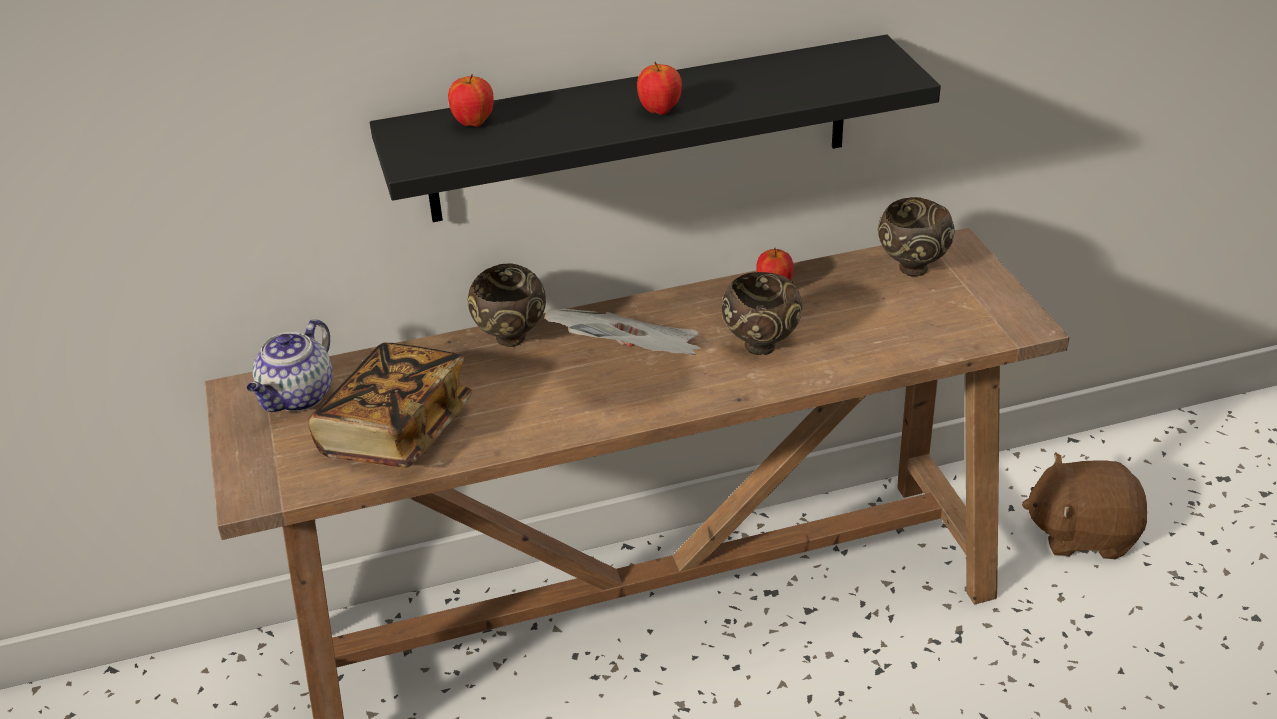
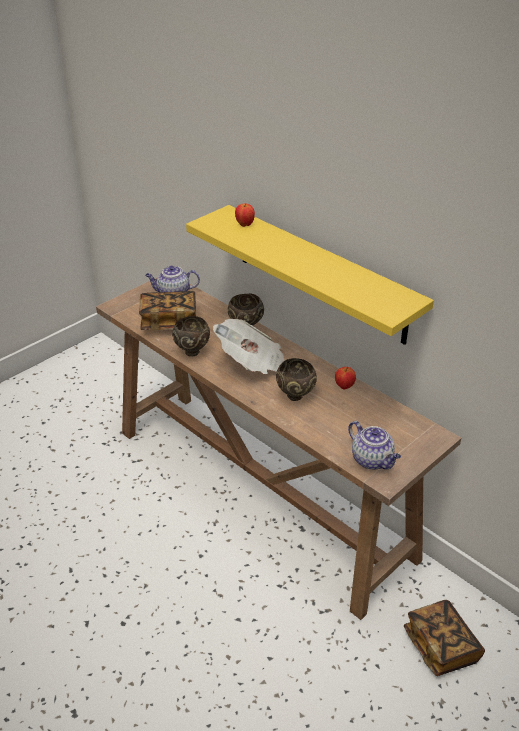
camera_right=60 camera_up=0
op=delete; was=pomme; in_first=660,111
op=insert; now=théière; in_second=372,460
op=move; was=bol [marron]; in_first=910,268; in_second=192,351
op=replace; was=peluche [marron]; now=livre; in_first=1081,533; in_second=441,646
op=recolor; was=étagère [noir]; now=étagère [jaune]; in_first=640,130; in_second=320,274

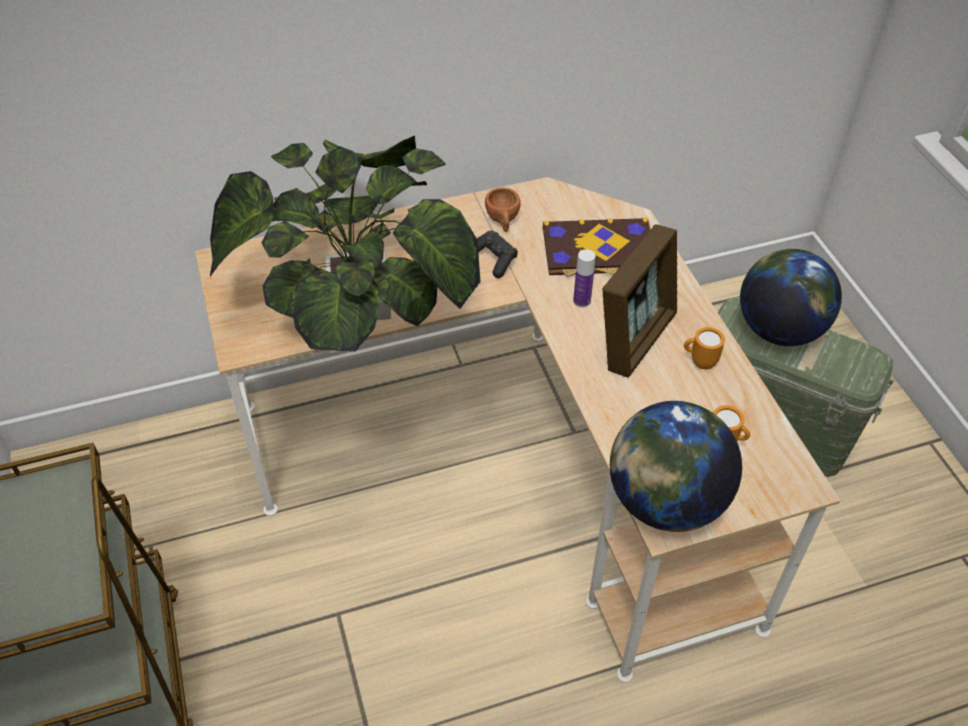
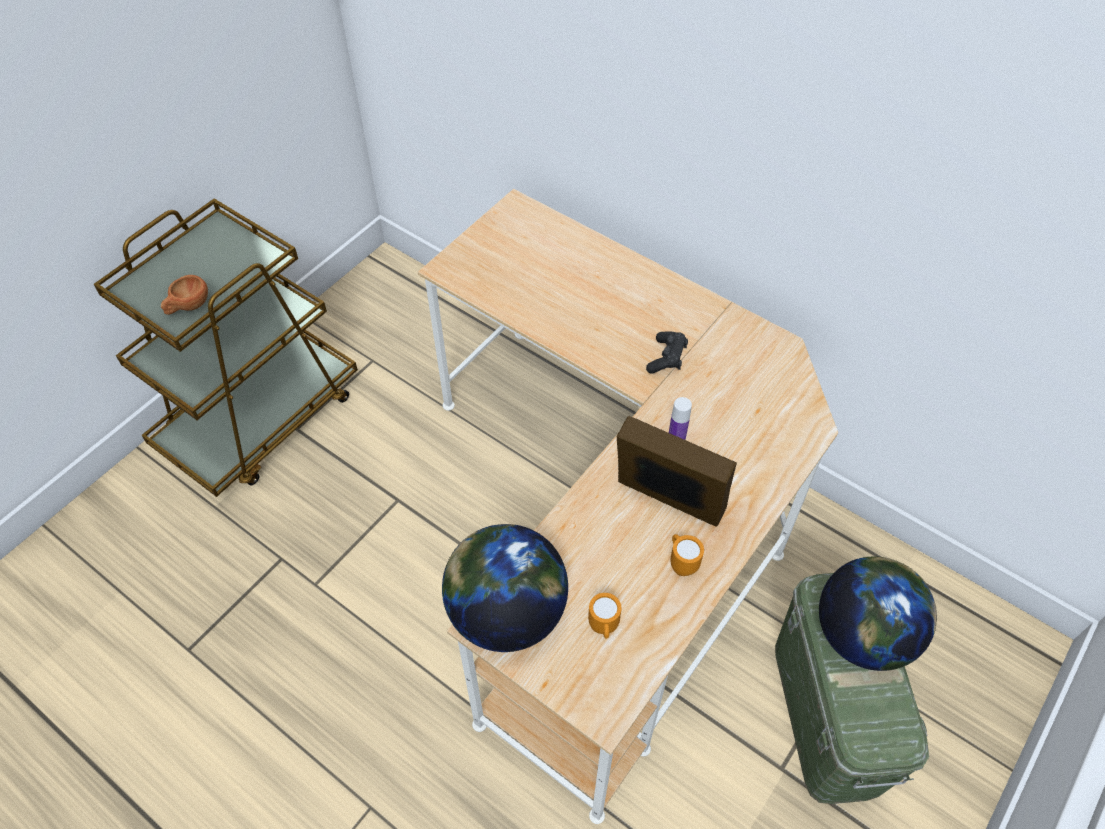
camera_right=55 camera_up=5
op=delete; was=plante en pot; in_first=359,300
op=delete; was=livre; in_first=598,251
op=move; was=tasse [marron]; in_first=503,221; in_second=188,306
op=rotate; was=cadre photo; in_first=635,338; in_second=667,502; clockwise=-150

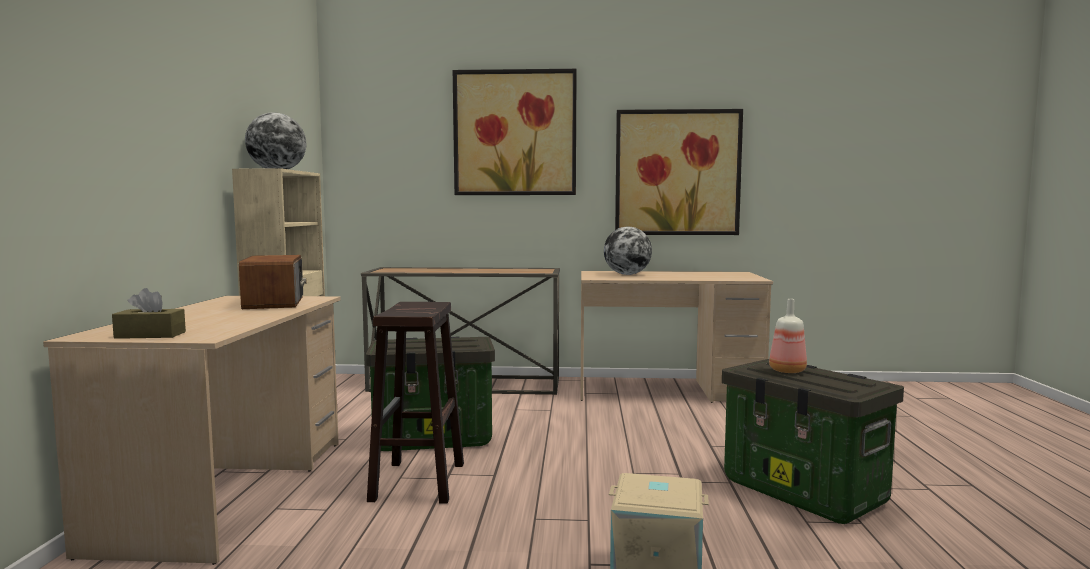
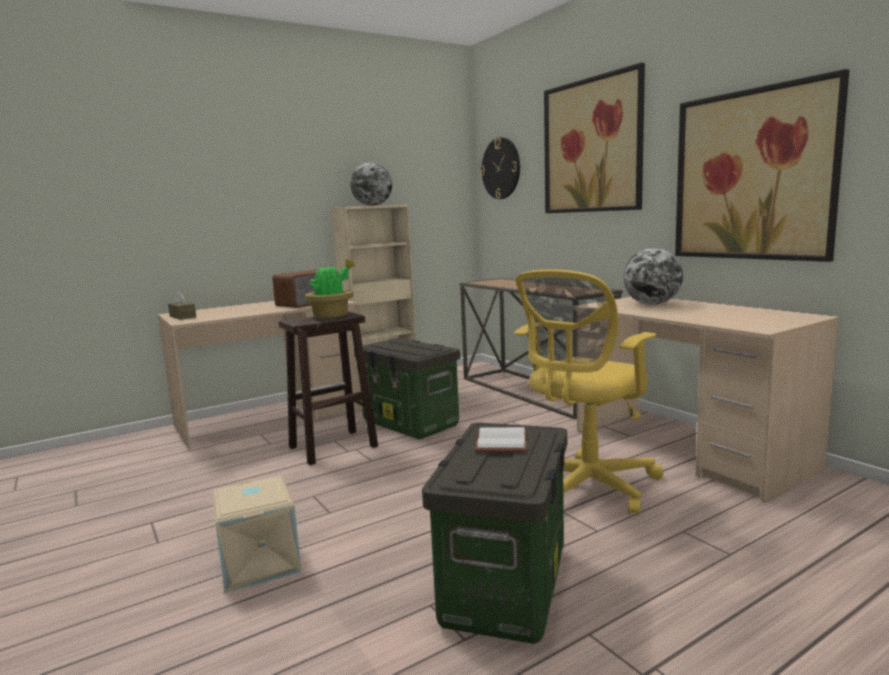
camera_right=55 camera_up=5
op=insert; now=plante en pot; in_second=332,316
op=insert; now=horloge murale; in_second=501,168
op=insert; now=chaise de bureau [jaune]; in_second=586,489
op=replace; was=bouteille; now=livre [blanc]; in_first=786,371; in_second=499,442

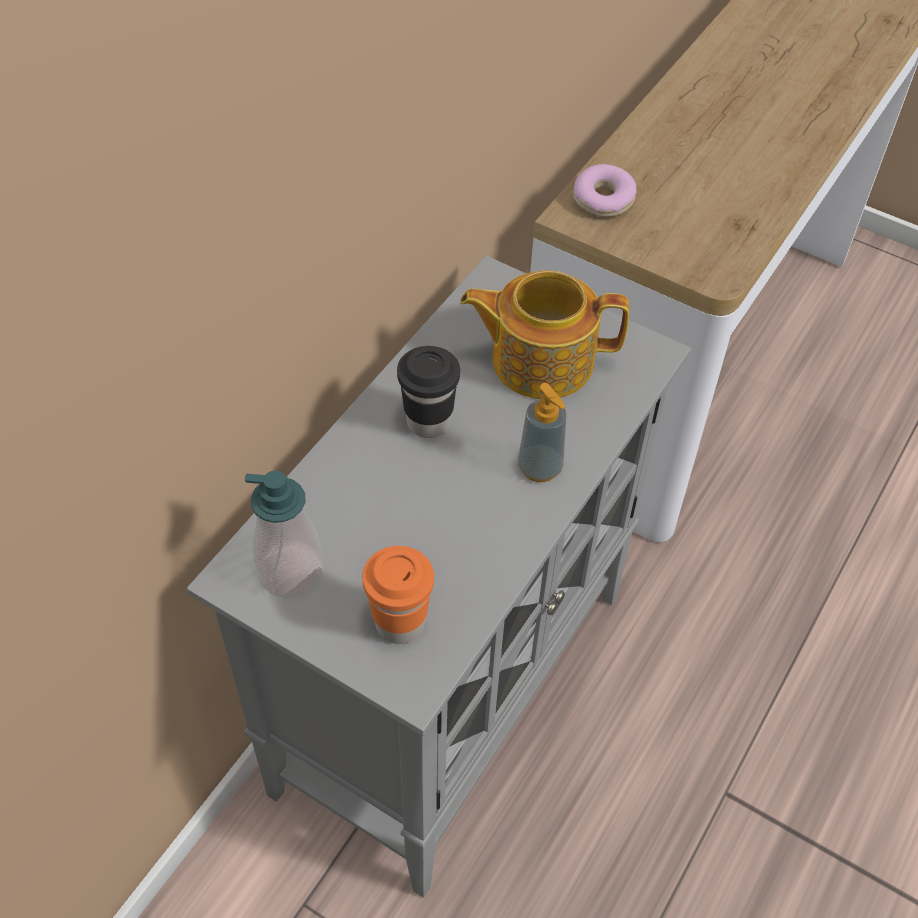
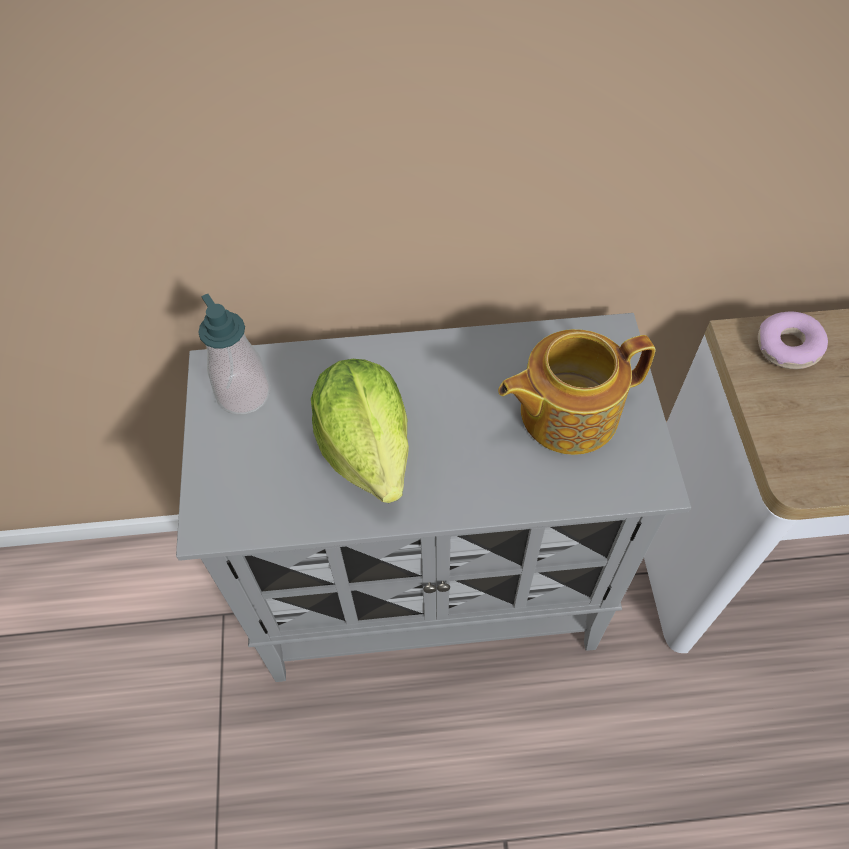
camera_right=55 camera_up=5
op=delete; was=tasse [orange]; in_first=400,623
op=delete; was=tasse [noir]; in_first=428,422
op=delete; was=distributeur de savon; in_first=540,468
op=insert; now=laitue; in_second=367,448
op=rotate; was=théière; in_first=540,360; in_second=566,412; clockwise=-75

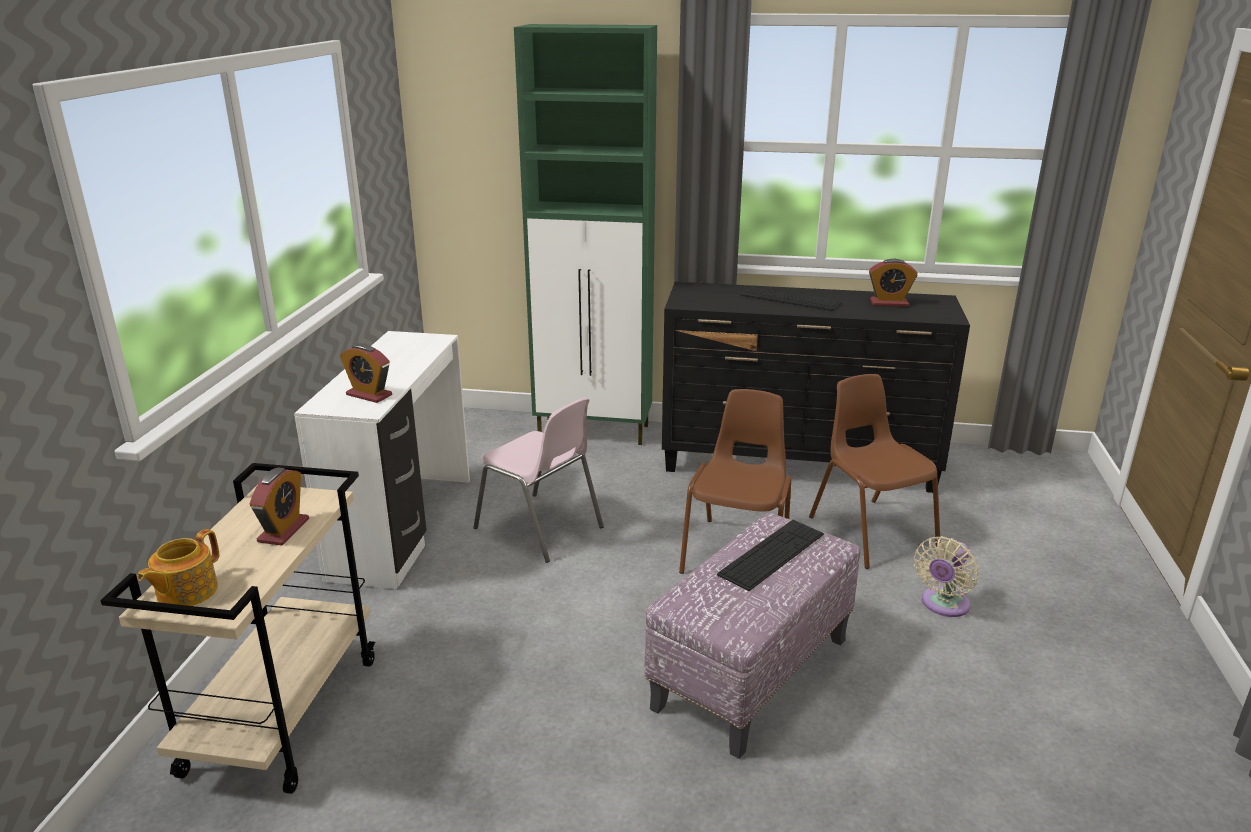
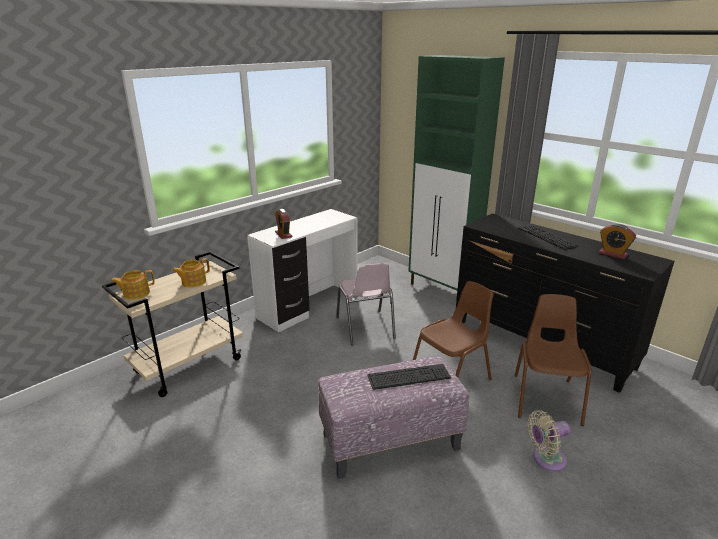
camera_right=35 camera_up=0
op=replace; was=réveil; now=théière; in_first=283,530; in_second=193,282

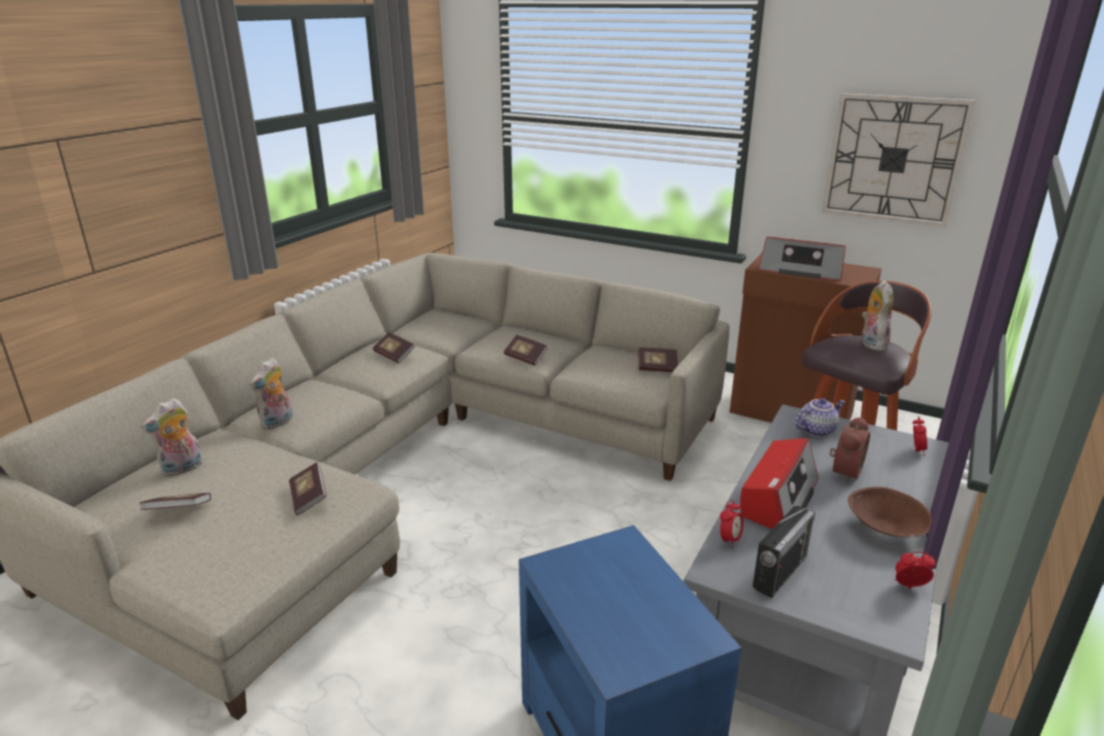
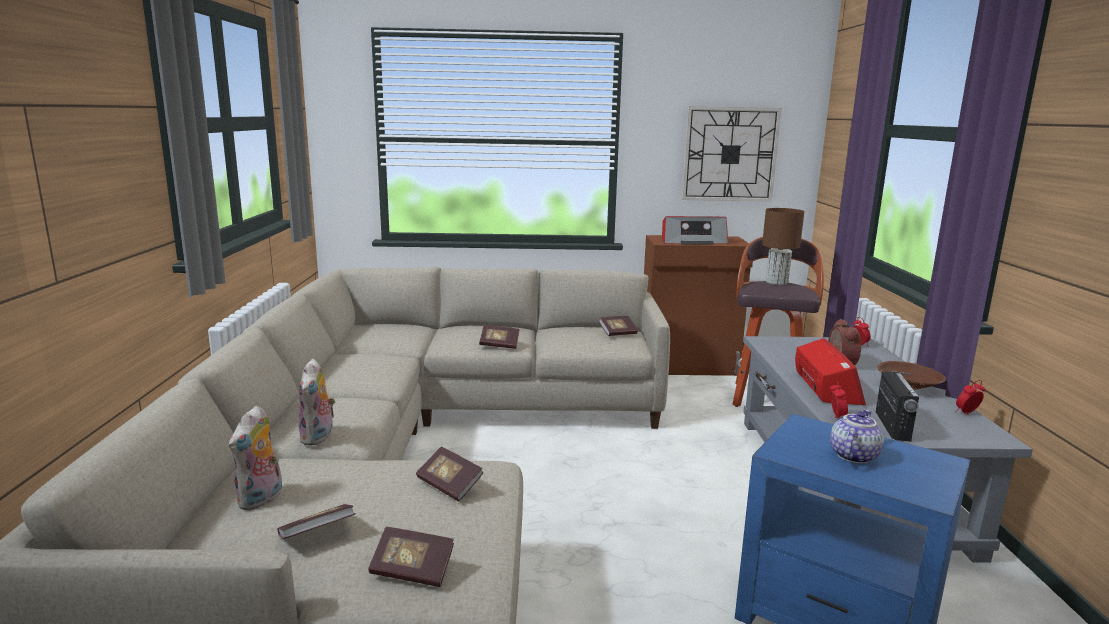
camera_right=-30 camera_up=-10
op=move; was=livre; in_first=394,355; in_second=412,570
op=move; was=théière; in_first=816,430; in_second=852,455
op=replace; was=peluche; now=lampe de table [marron]; in_first=871,343; in_second=777,282

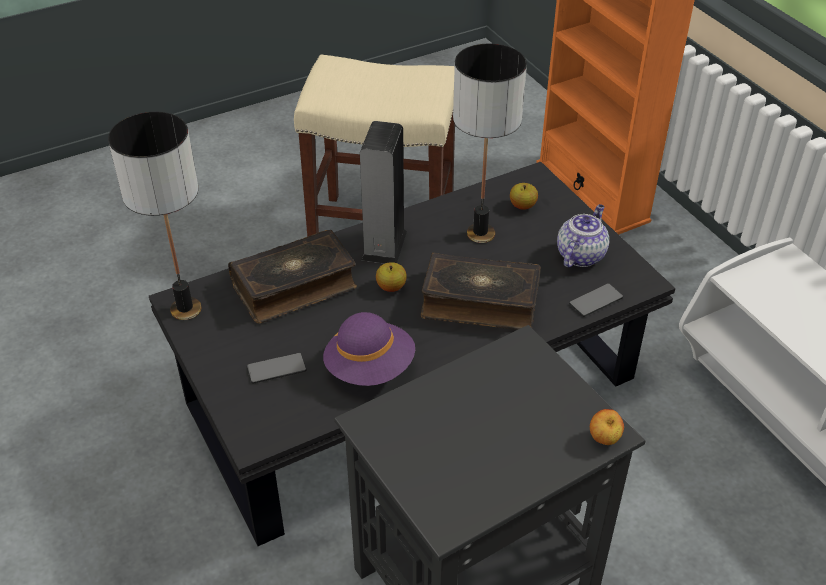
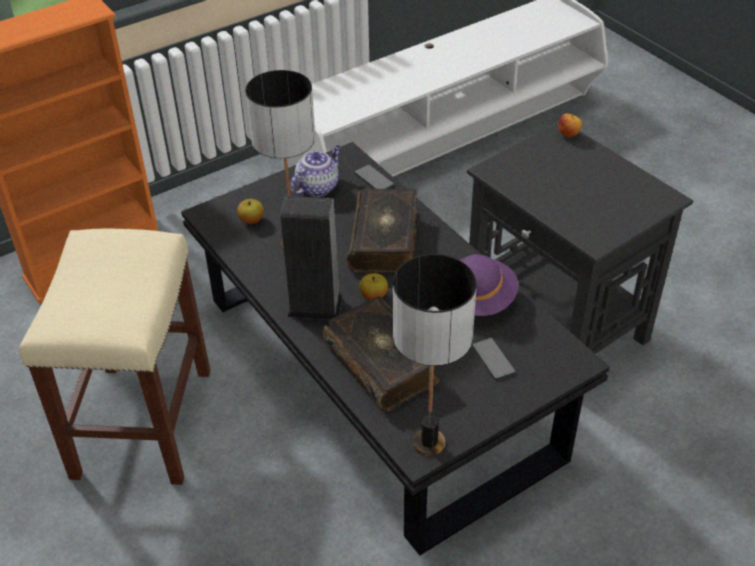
camera_right=-95 camera_up=0
op=rotate; was=théière; in_first=580,255; in_second=317,187; clockwise=105

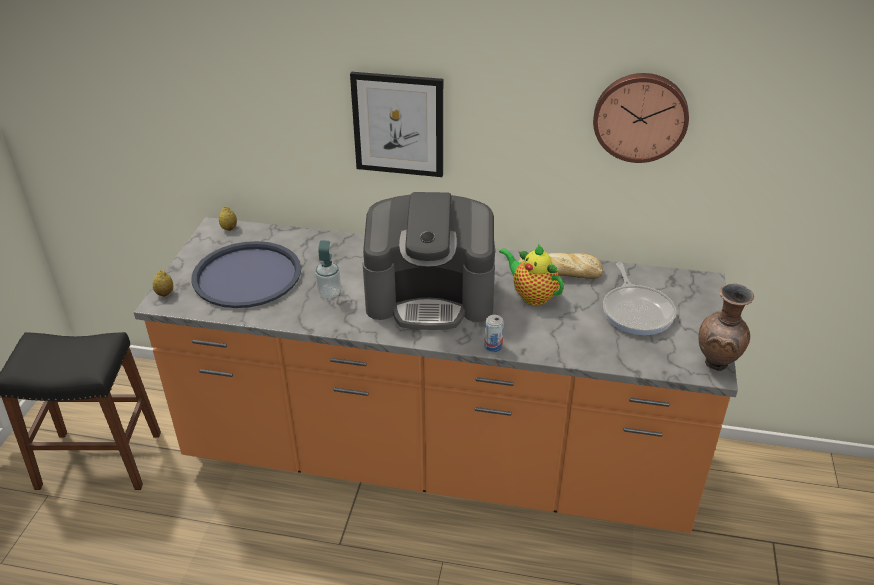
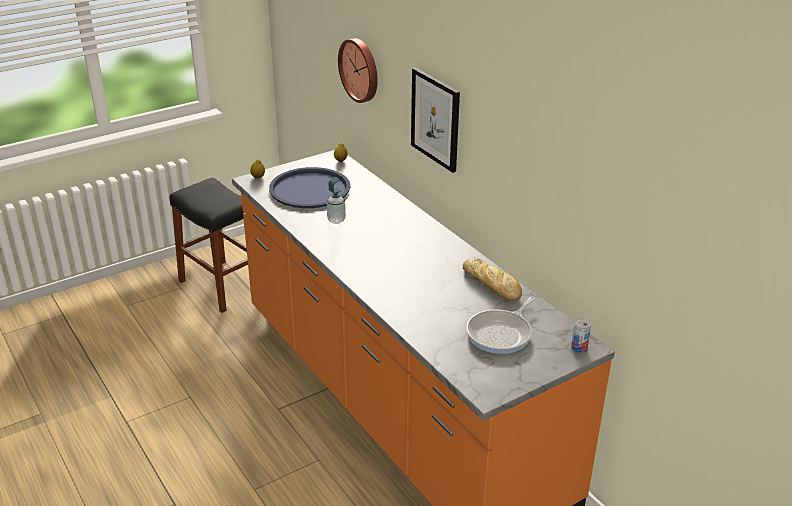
camera_right=45 camera_up=-5
op=delete; was=machine à café; in_first=431,296
op=delete; was=théière; in_first=532,295
op=delete; was=vase [marron]; in_first=717,365
op=move; was=boîte métallique; in_first=493,346; in_second=579,348
op=move; was=horloge murale; in_first=640,116; in_second=360,70

